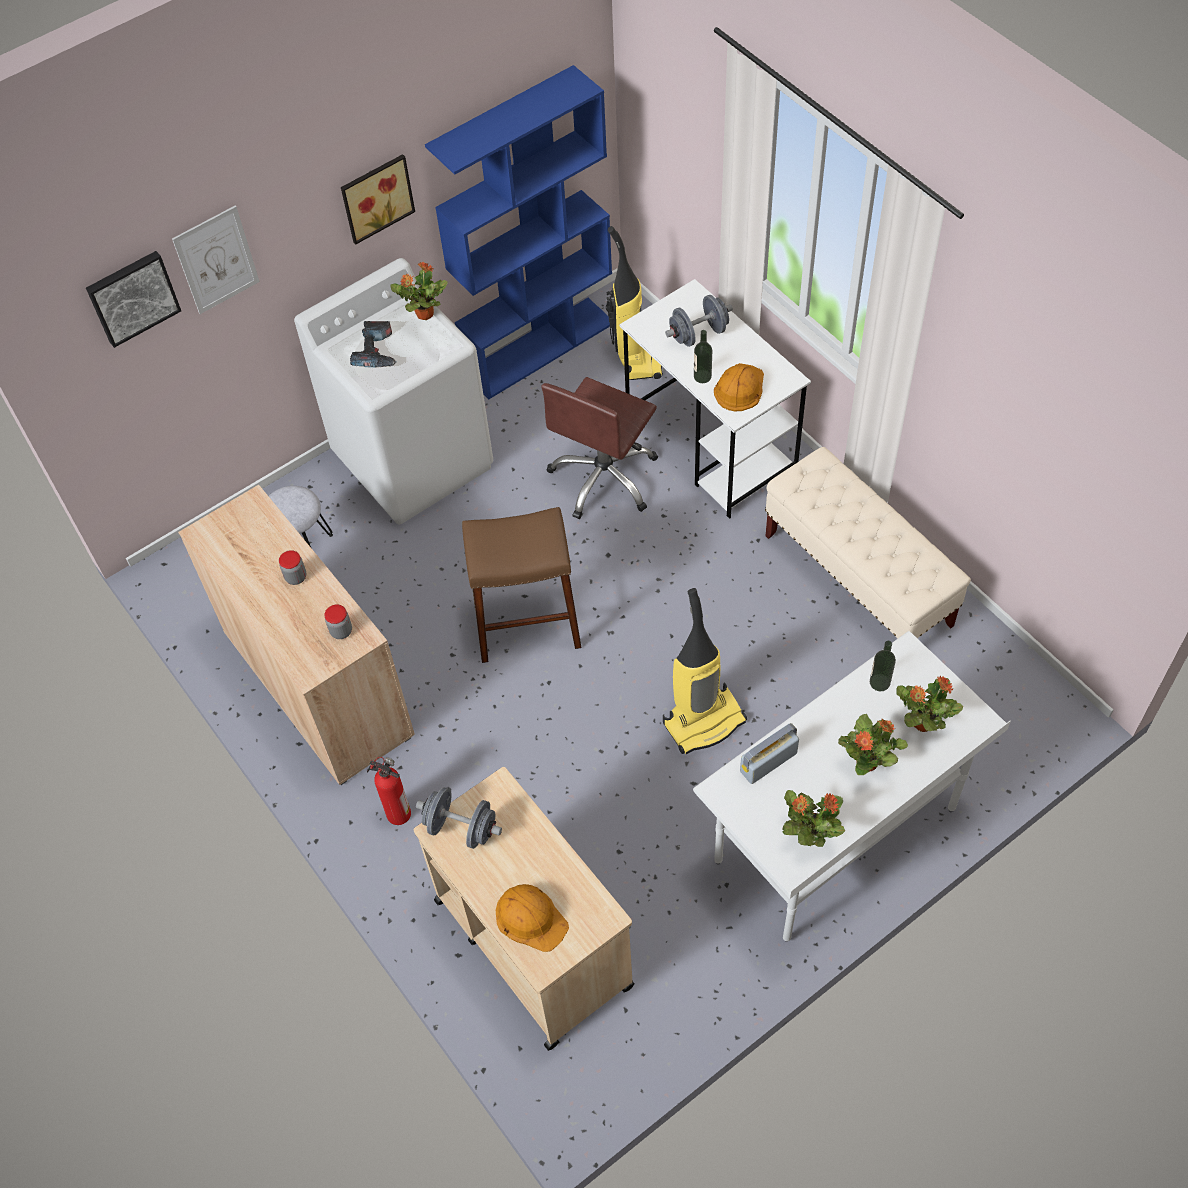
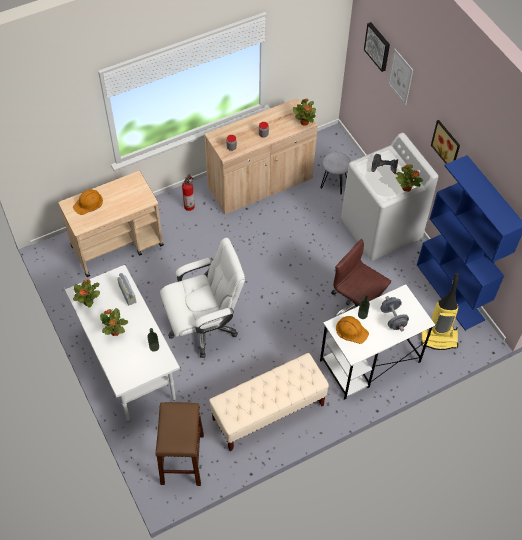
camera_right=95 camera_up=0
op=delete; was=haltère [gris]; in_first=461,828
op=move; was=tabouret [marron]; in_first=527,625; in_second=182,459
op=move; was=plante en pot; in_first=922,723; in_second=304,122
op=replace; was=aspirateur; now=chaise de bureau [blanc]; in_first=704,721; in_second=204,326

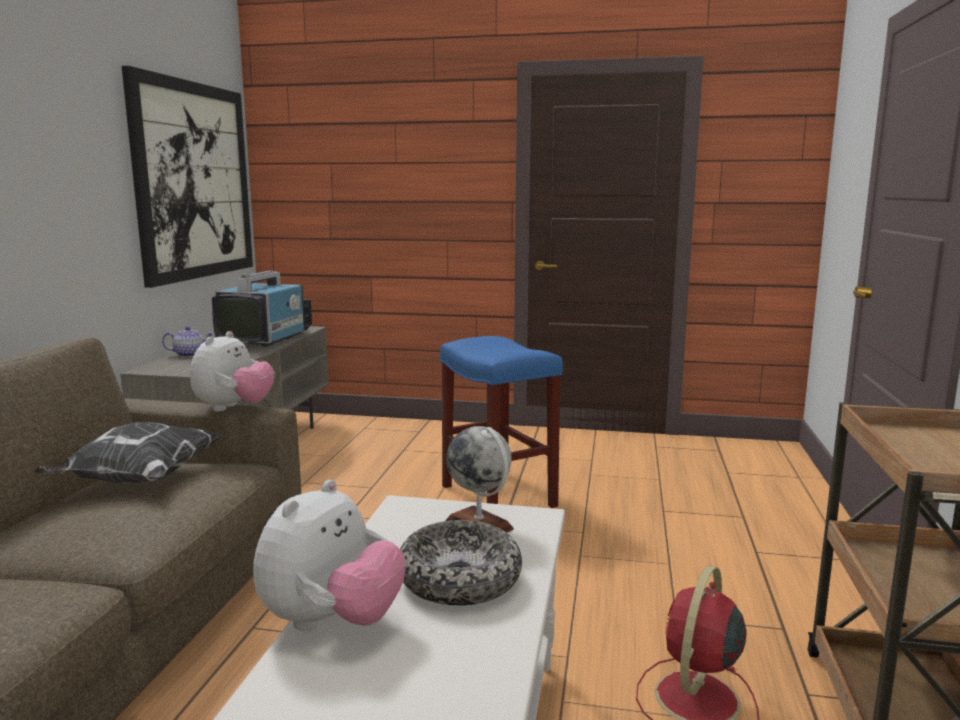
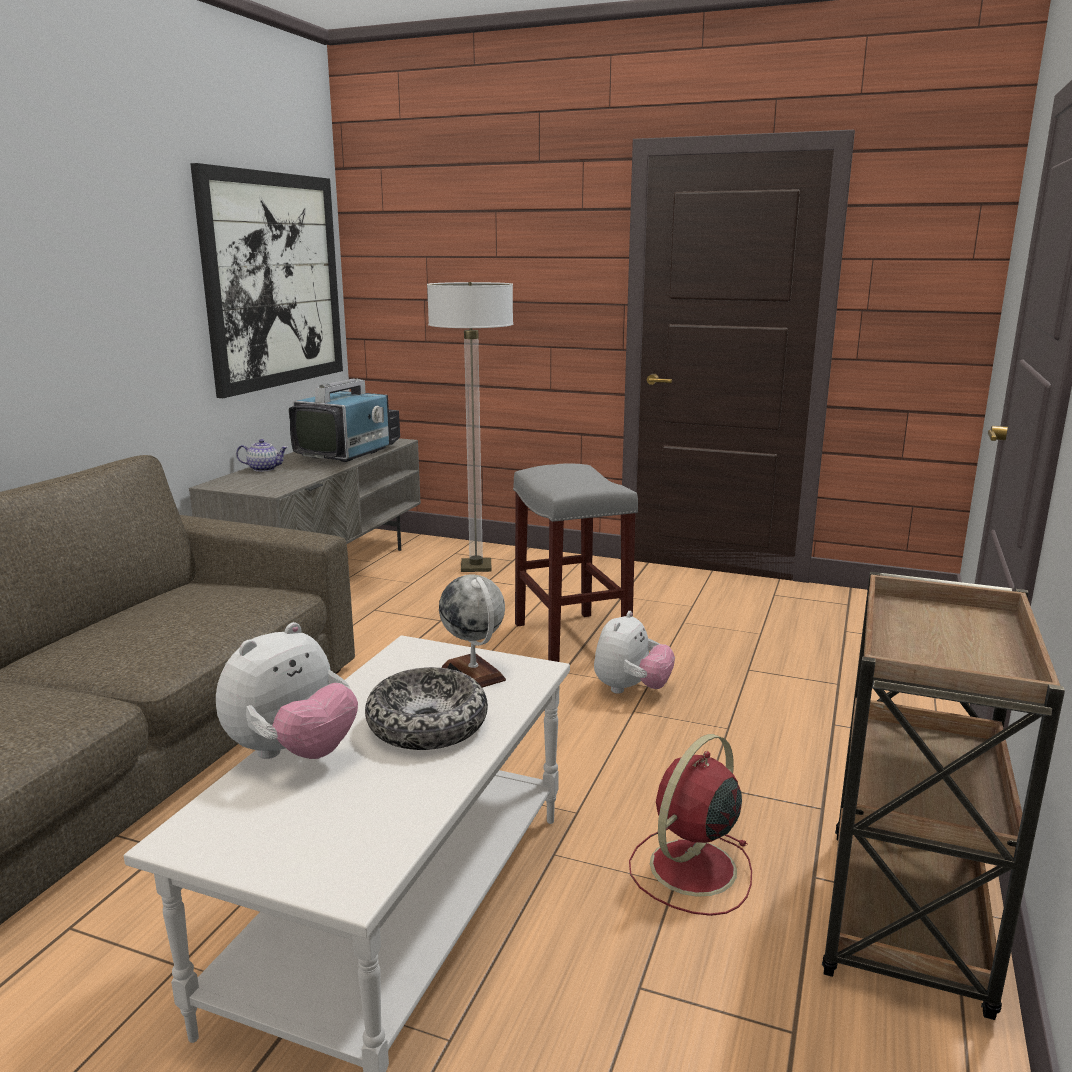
camera_right=10 camera_up=5
op=delete; was=coussin; in_first=137,480
op=insert; now=lampadaire; in_second=476,567
op=move; was=peluche; in_first=234,408; in_second=631,689
op=recolor; was=tabouret [bleu]; now=tabouret [gris]; in_first=499,496; in_second=572,640

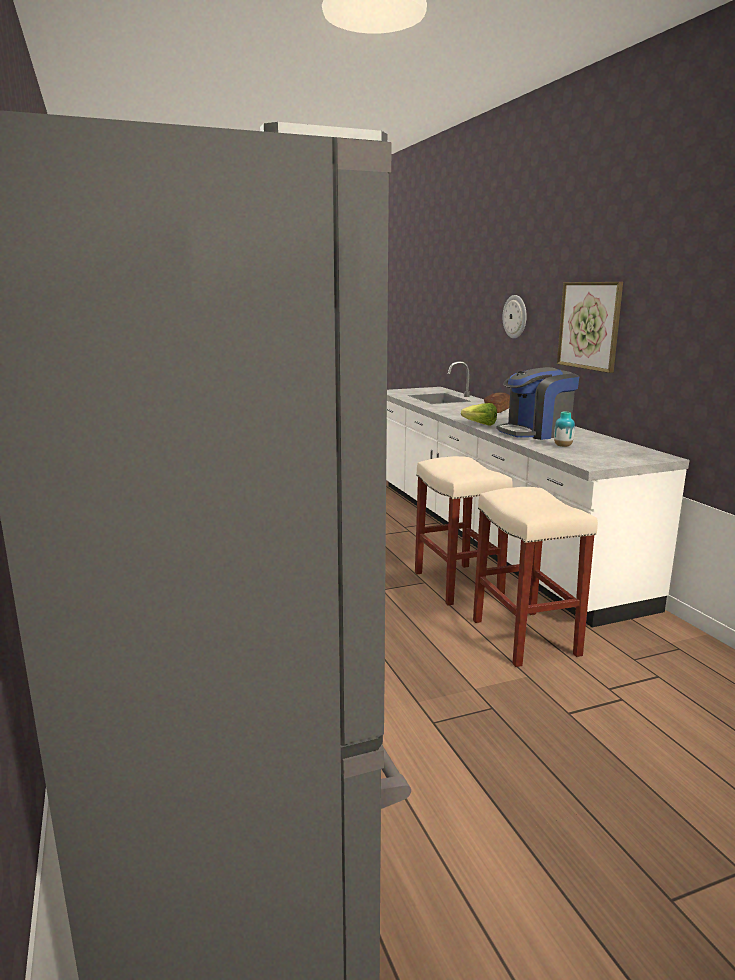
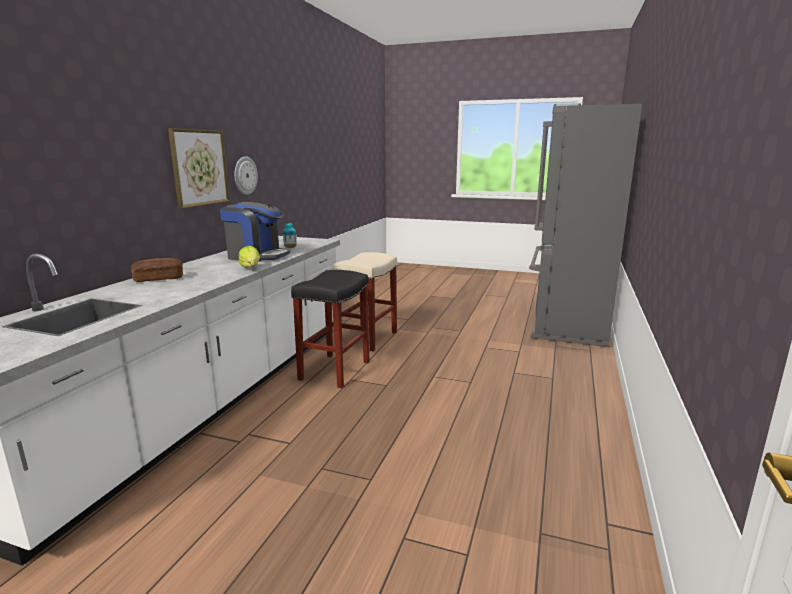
camera_right=-140 camera_up=0
op=move; was=horloge murale; in_first=515,316; in_second=245,175
op=recolor; was=tabouret [beige]; now=tabouret [noir]; in_first=459,584; in_second=335,370

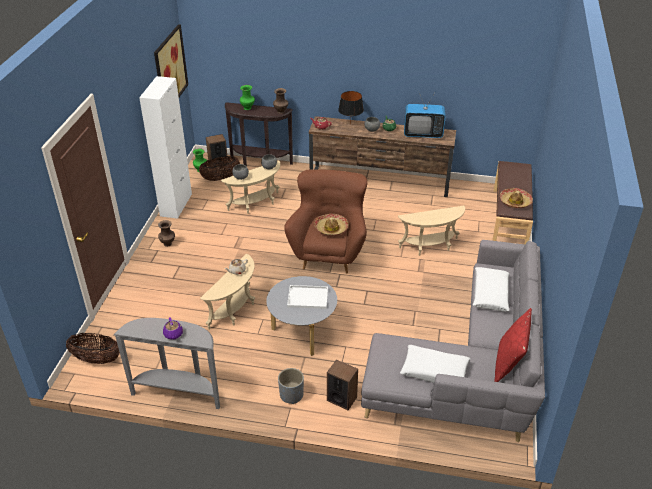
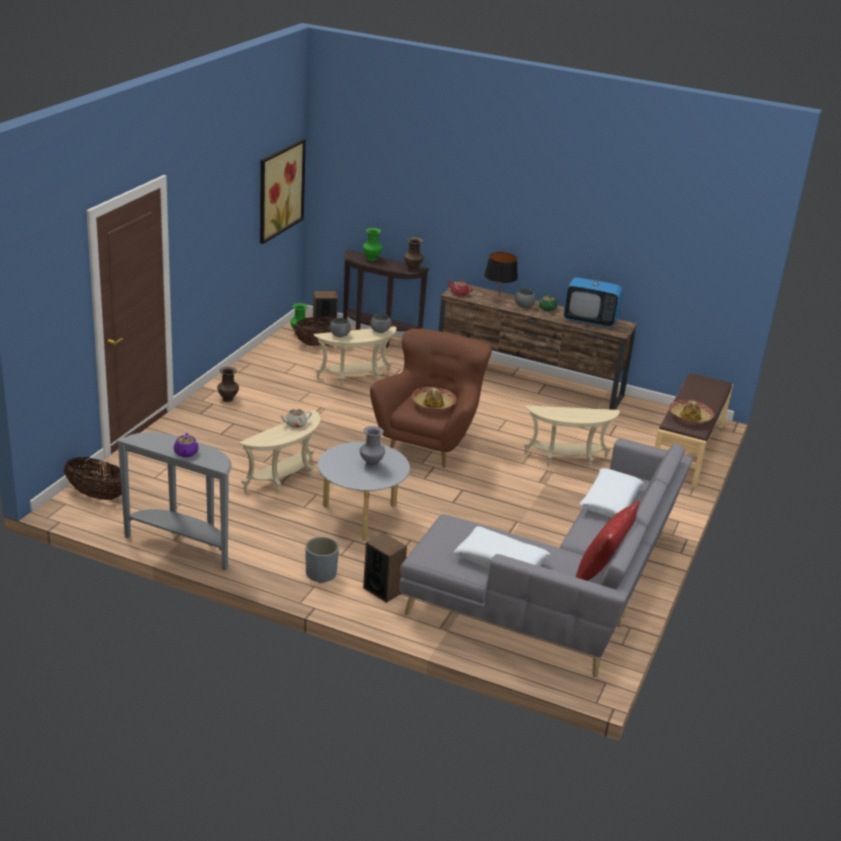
camera_right=10 camera_up=-10
op=delete; was=meuble de rangement [blanc]; in_first=176,205
op=replace; was=plateau [blanc]; now=vase [gris]; in_first=307,298; in_second=371,464

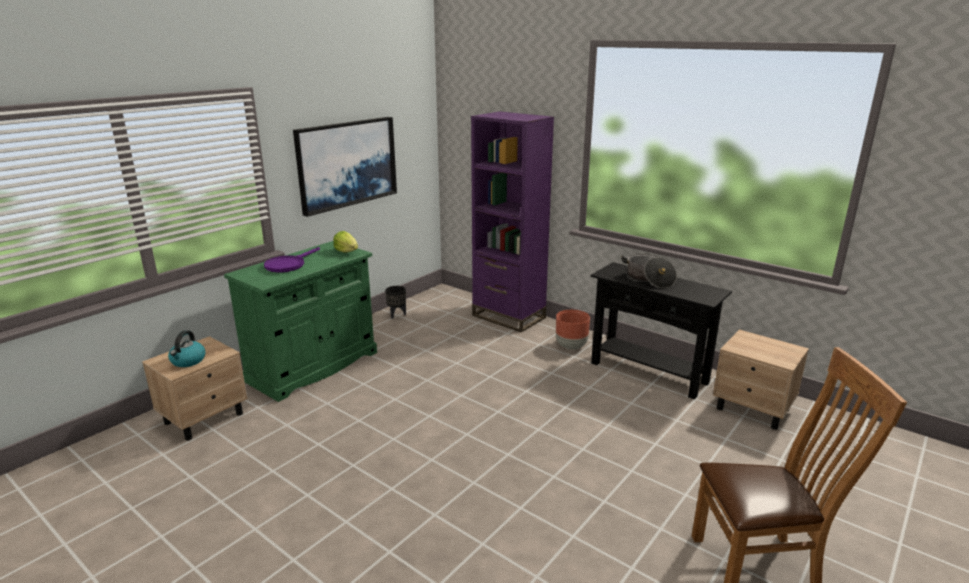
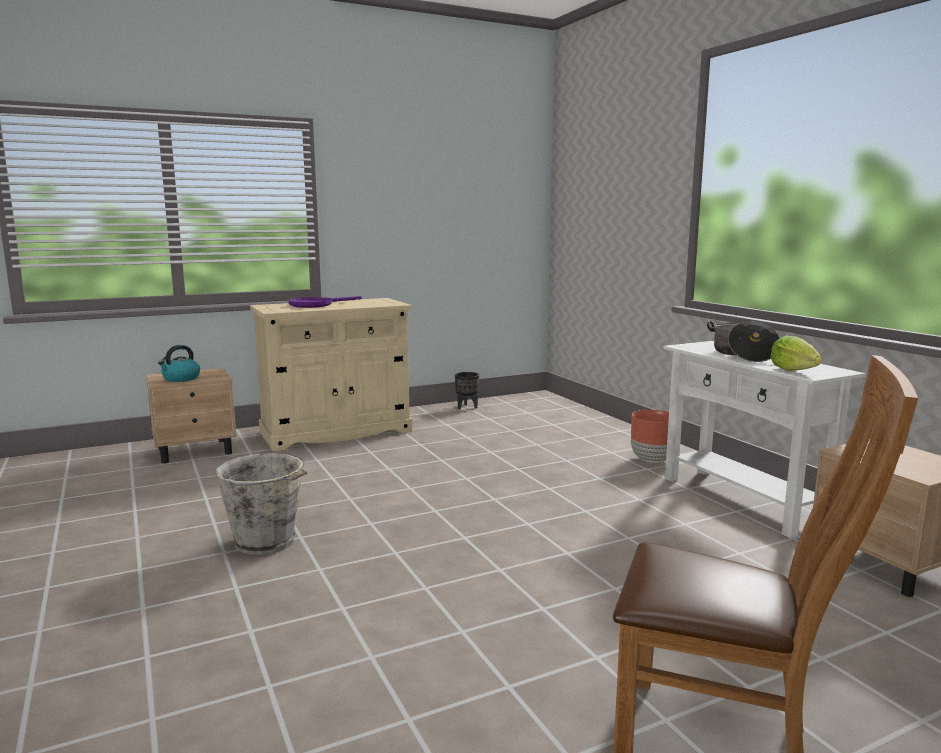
camera_right=25 camera_up=-10
op=delete; was=tableau; in_first=347,163
op=delete; was=bibliothèque [violet]; in_first=508,316
op=insert; now=seau [gris]; in_second=267,542
op=move; was=laitue; in_first=346,251; in_second=793,370
op=recolor; was=meuble de rangement [vert]; now=meuble de rangement [beige]; in_first=313,366; in_second=336,432
op=recolor; was=table console [noir]; now=table console [blanc]; in_first=648,373; in_second=742,500

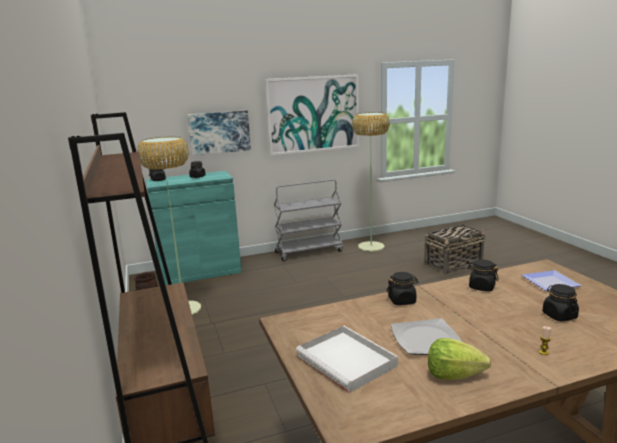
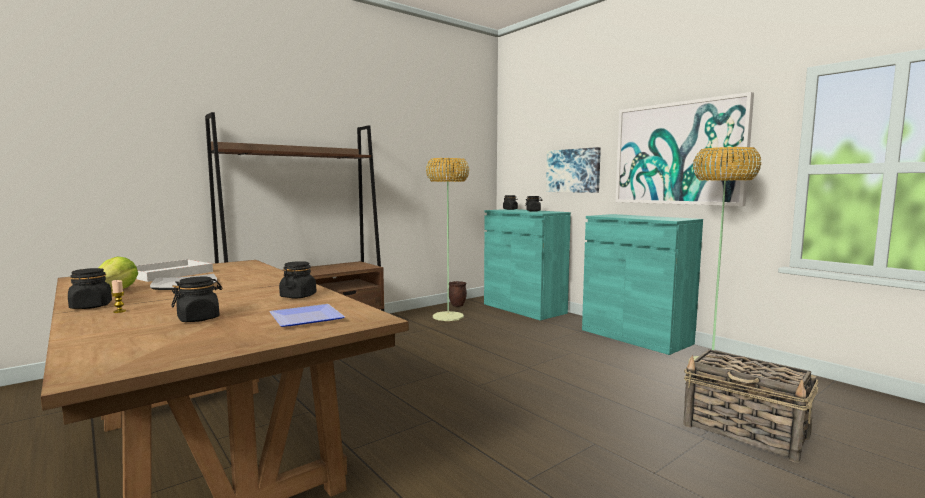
camera_right=70 camera_up=-10
op=move; was=bocal [noir]; in_first=402,300; in_second=91,306
op=replace; was=chariot [gris]; now=meuble de rangement [turquoise]; in_first=309,251; in_second=635,336

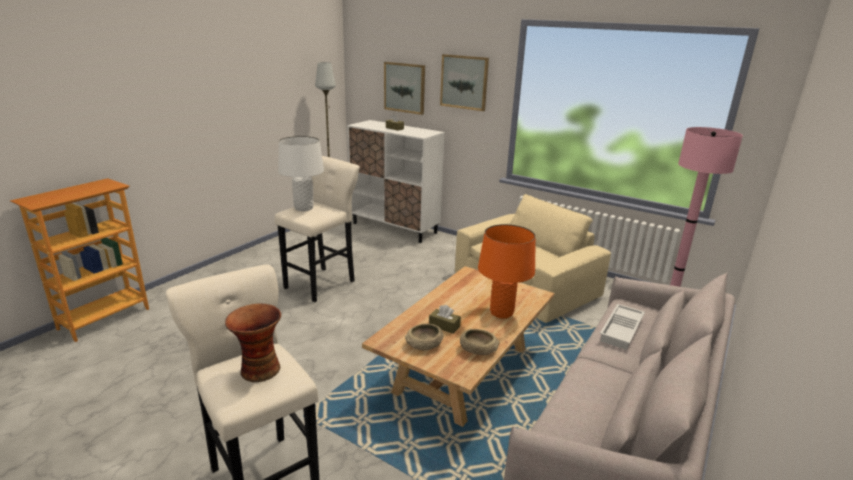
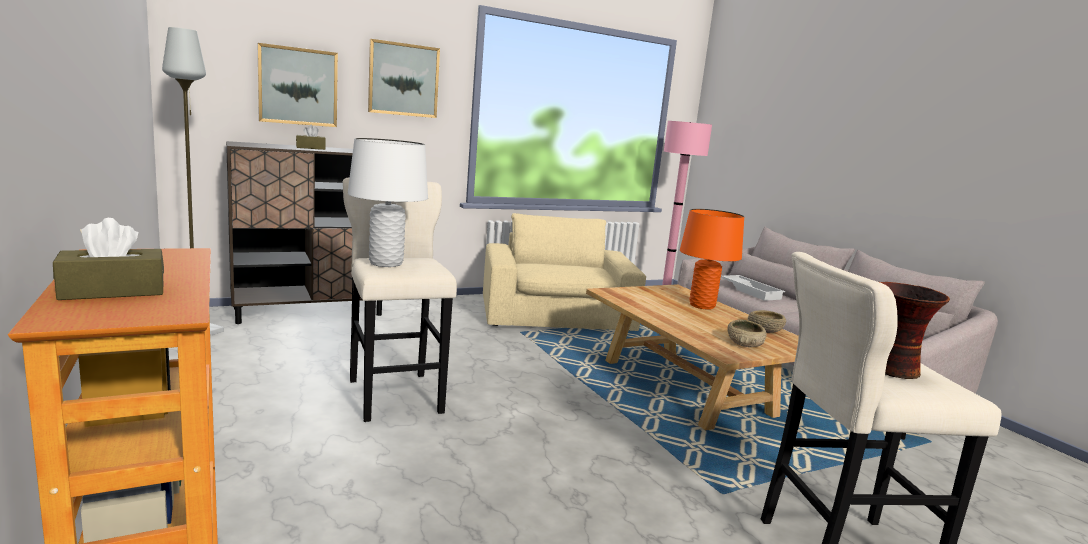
camera_right=-60 camera_up=-10
op=move; was=boîte à mouchoirs [marron]; in_first=444,326; in_second=113,291
op=recolor; was=meuble de rangement [blanc]; now=meuble de rangement [marron]; in_first=395,228; in_second=309,311

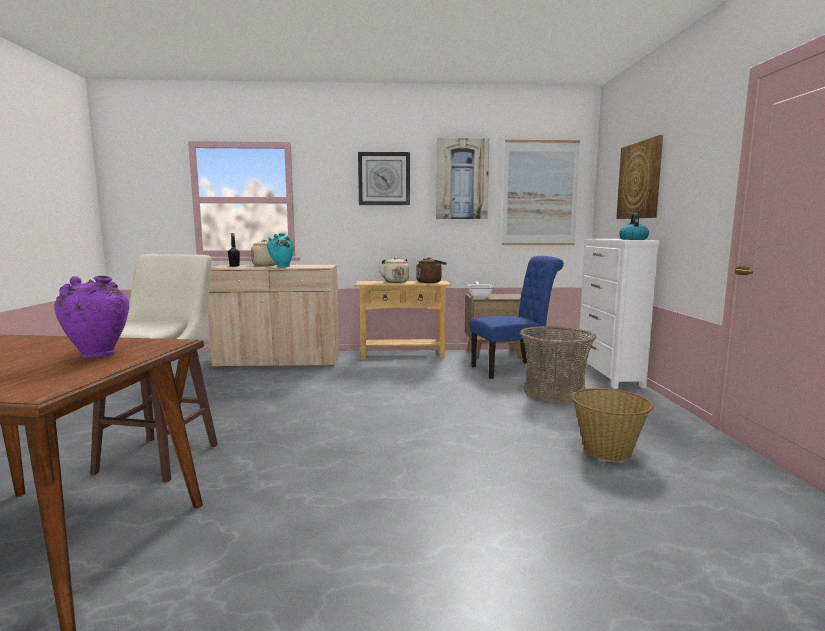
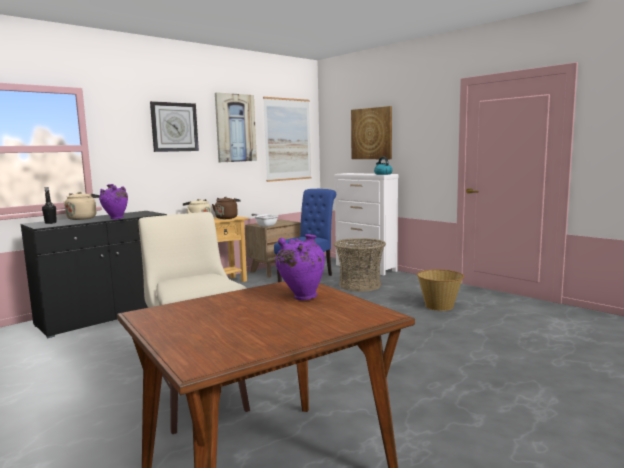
camera_right=-40 camera_up=0
op=recolor; was=meuble de rangement [beige]; now=meuble de rangement [noir]; in_first=278,361; in_second=107,316
op=recolor; was=vase [turquoise]; now=vase [violet]; in_first=281,267; in_second=115,218

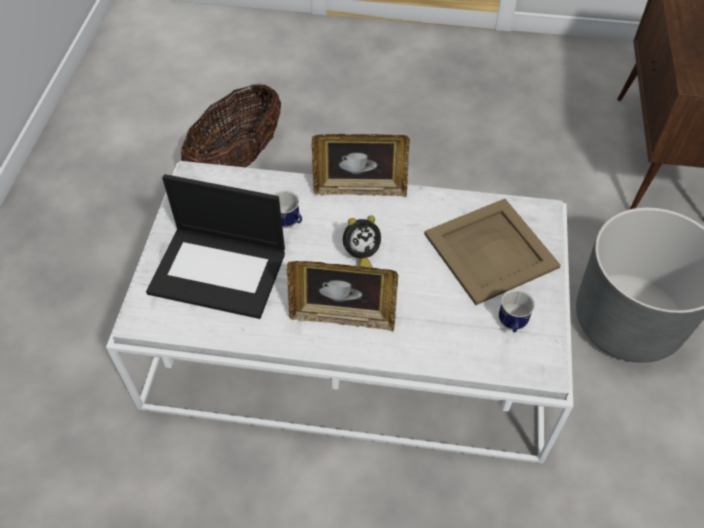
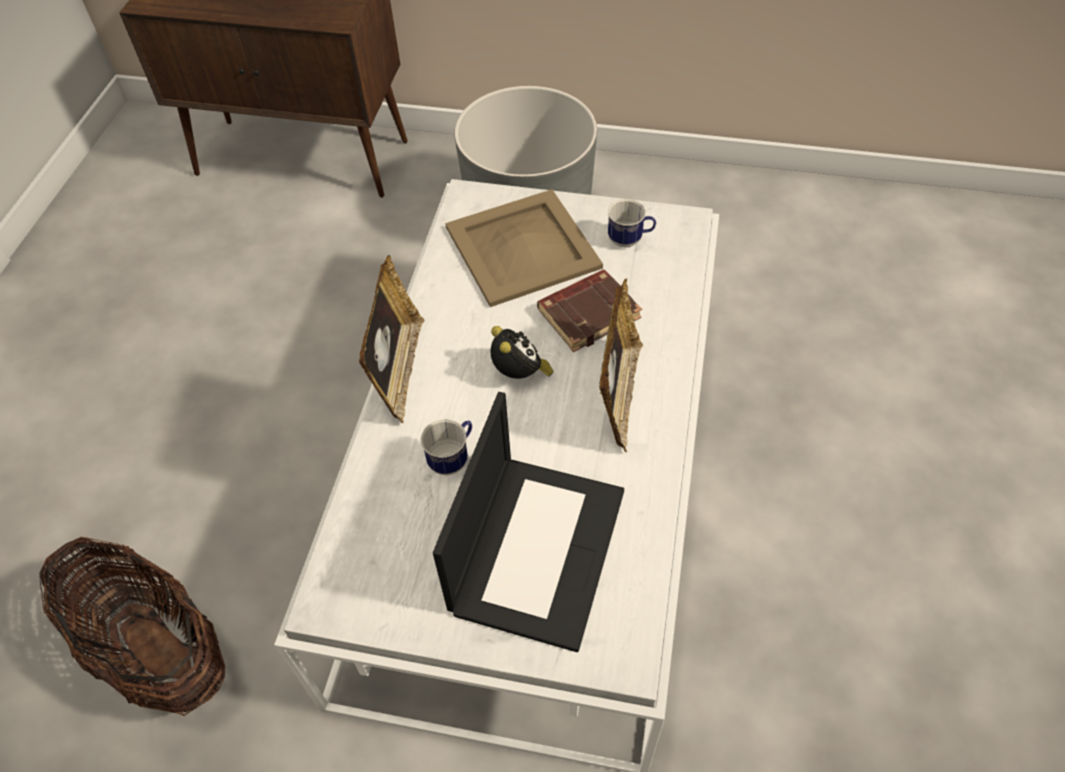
camera_right=-85 camera_up=0
op=insert; now=livre [marron]; in_second=588,313

